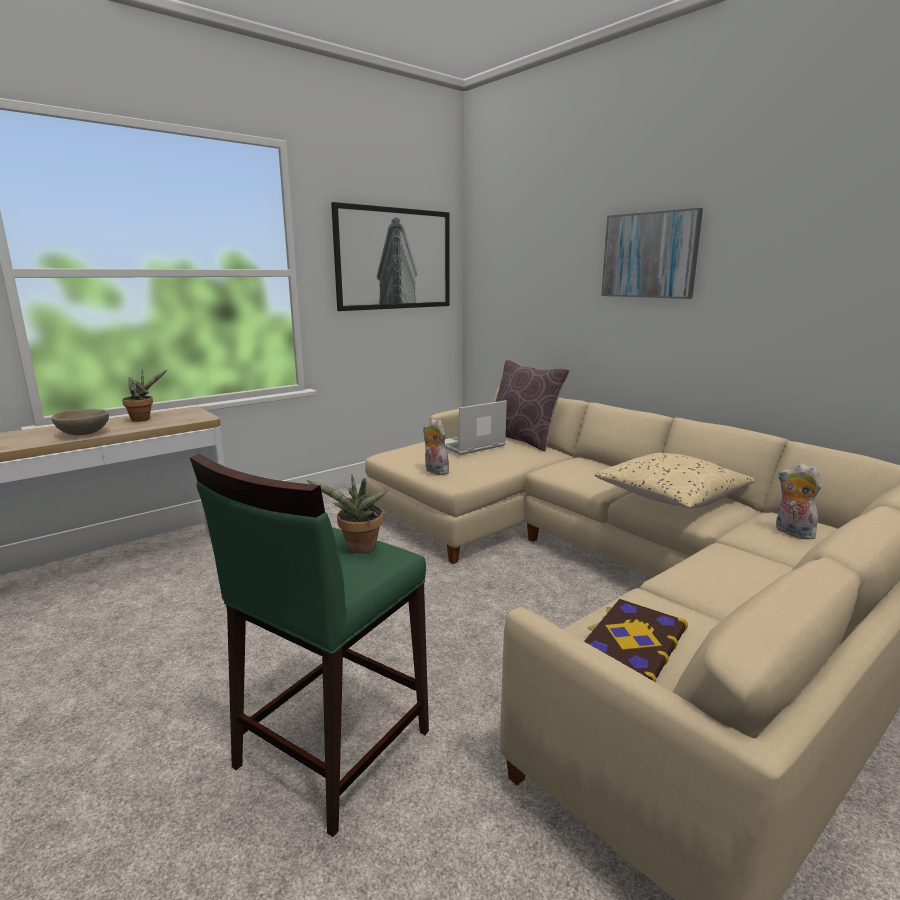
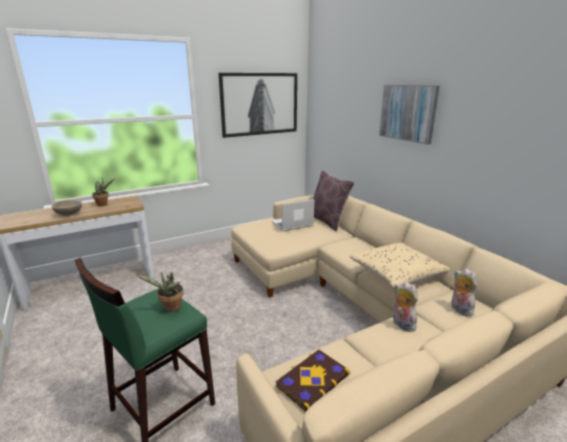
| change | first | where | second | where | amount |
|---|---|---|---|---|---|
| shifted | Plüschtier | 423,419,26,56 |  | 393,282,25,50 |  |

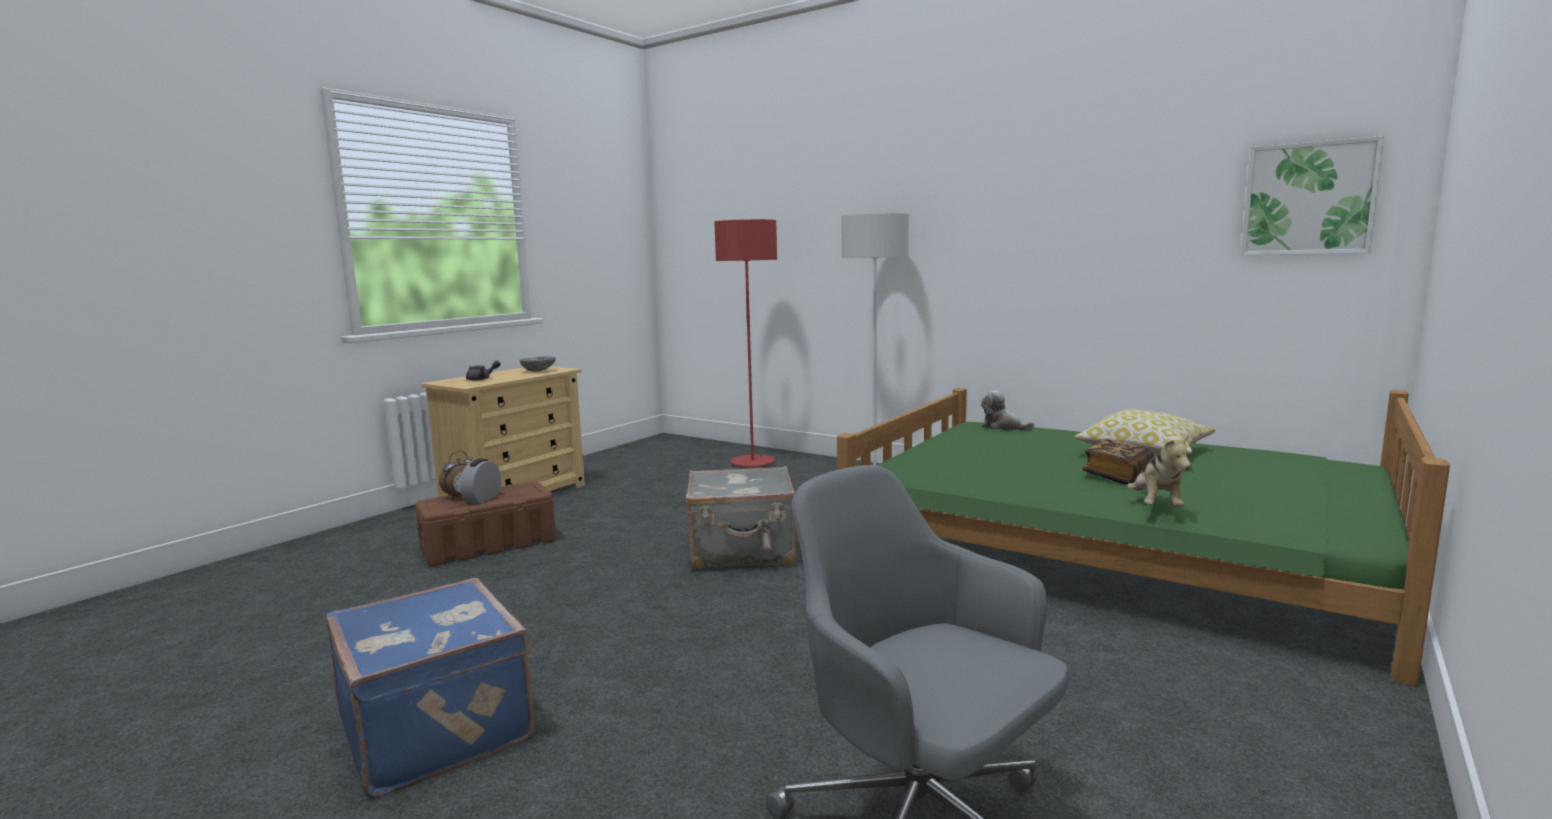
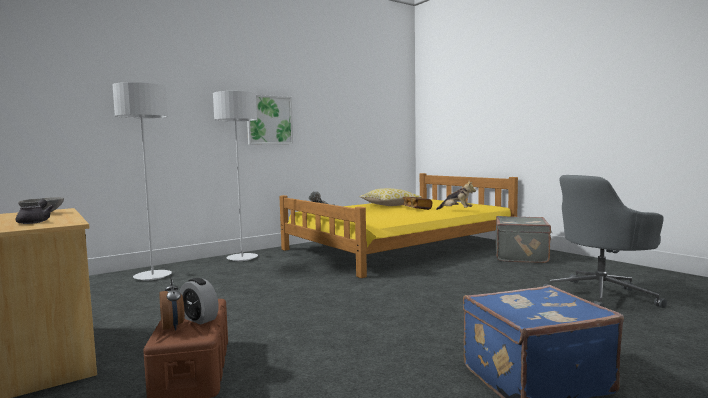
| change | first | where | second | where | amount |
|---|---|---|---|---|---|
| repainted | Stehlampe [rot] | 714,219,63,248 | Stehlampe [grau] | 112,82,60,198 |  |
| shifted | Bild | 1241,136,143,119 |  | 247,95,46,50 |  |
| repainted | Bett [grün] | 837,388,613,299 | Bett [gelb] | 279,173,239,105 |  |
| shifted | Koffer [grau] | 686,466,110,103 |  | 496,216,56,47 |  |

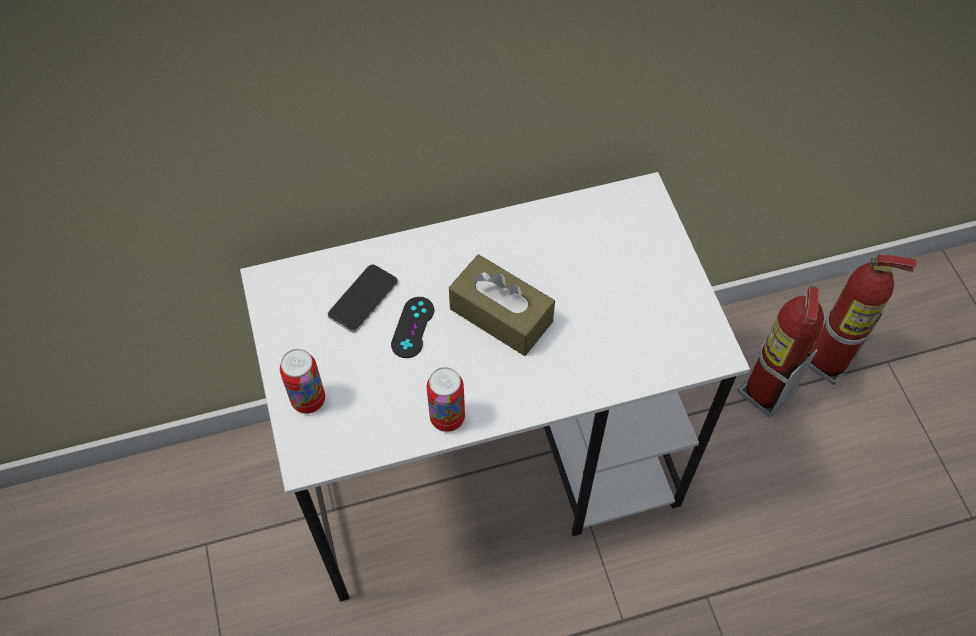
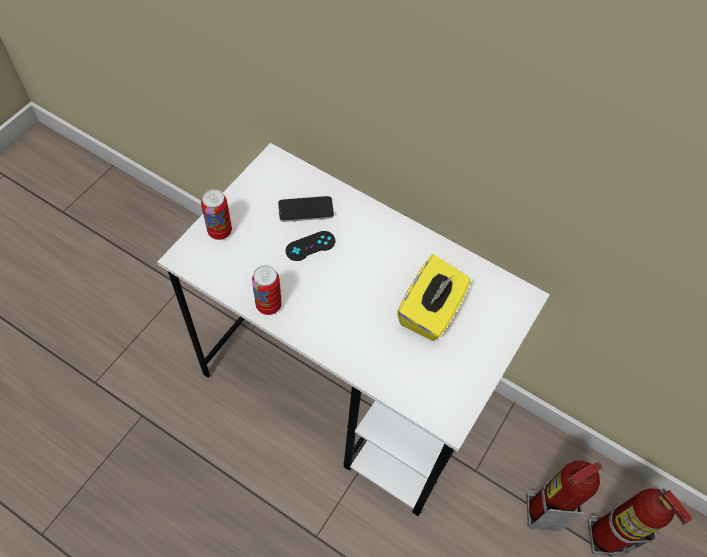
| change | first | where | second | where | amount |
|---|---|---|---|---|---|
| new |  |  | Taschentuchbox [gelb] | 397,254,74,87 |  |
| gone | Taschentuchbox [braun] | 449,254,106,102 |  |  |  |

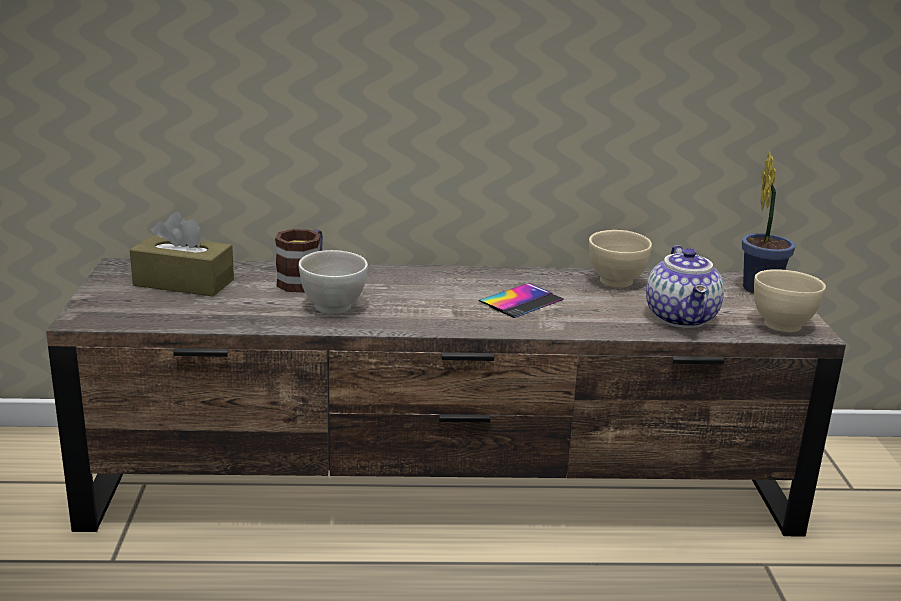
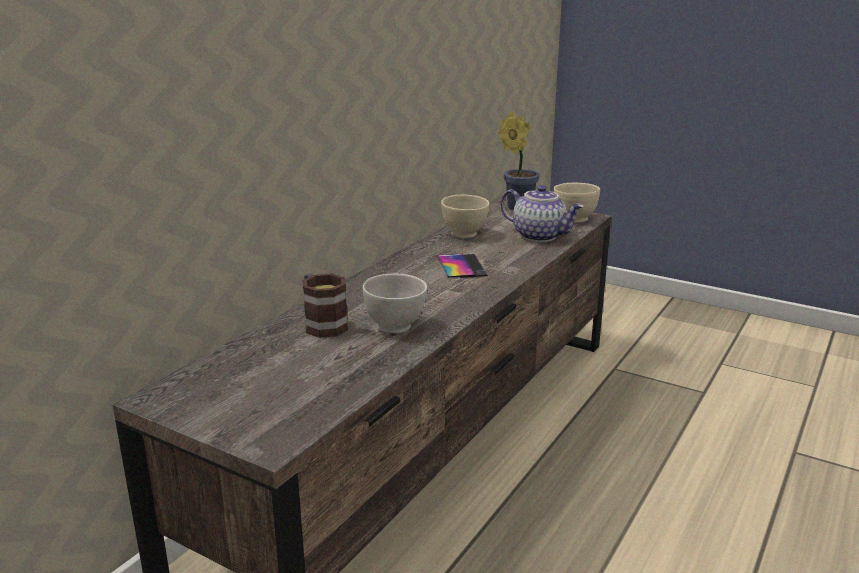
| change | first | where | second | where | amount |
|---|---|---|---|---|---|
| gone | Taschentuchbox [braun] | 130,212,104,85 |  |  |  |

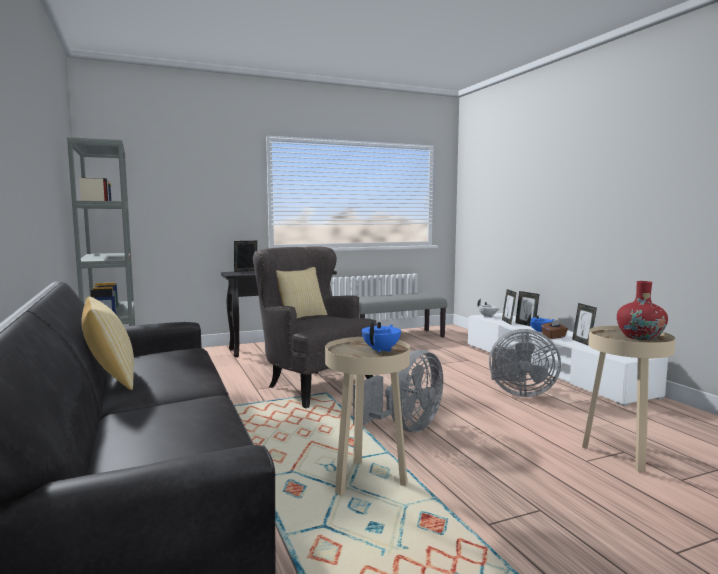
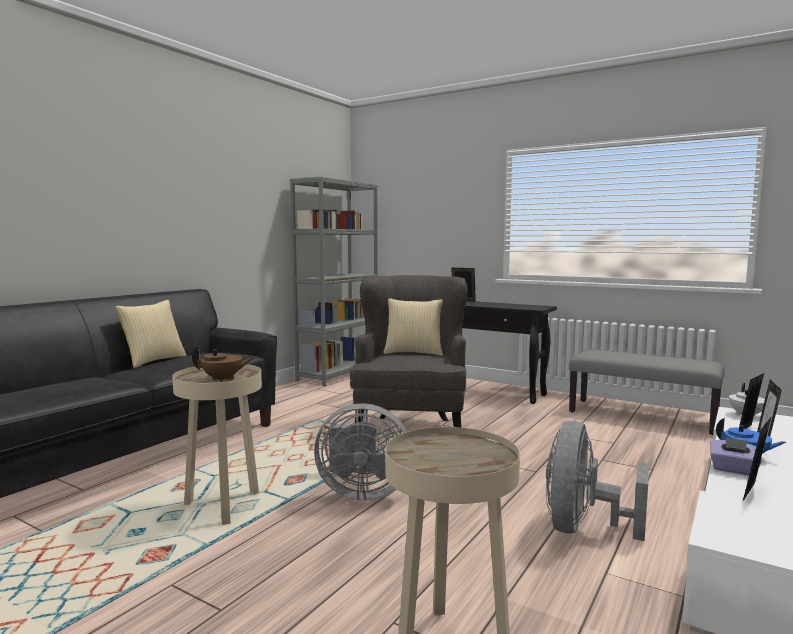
| change | first | where | second | where | amount |
|---|---|---|---|---|---|
| repainted | Teekanne [blau] | 362,320,39,33 | Teekanne [braun] | 192,345,62,37 |  |
| rotated | Ventilator [grau] | 489,329,72,68 |  | 546,421,103,120 | 45 degrees clockwise |
| repainted | Taschentuchbox [braun] | 541,320,27,19 | Taschentuchbox [lila] | 710,437,51,39 |  |
| gone | Vase [rot] | 617,281,51,59 |  |  |  |

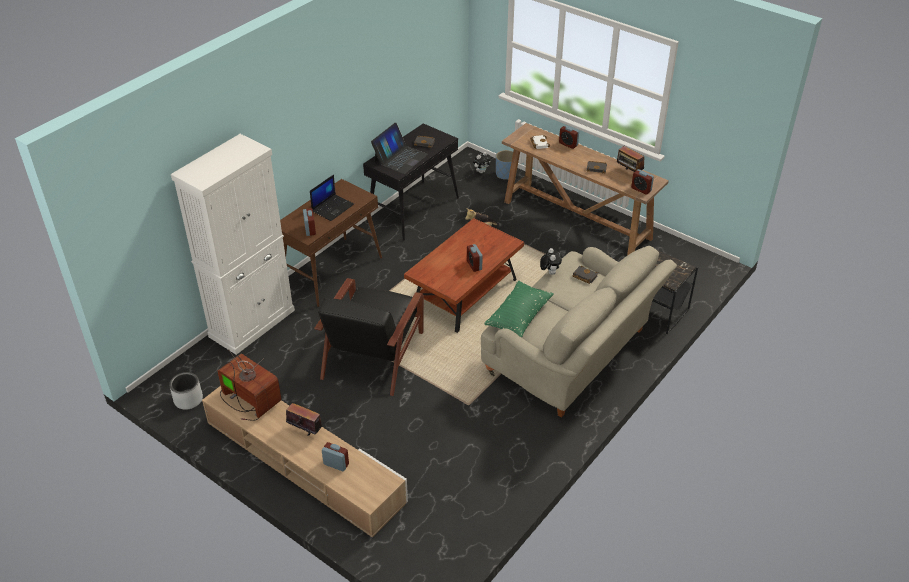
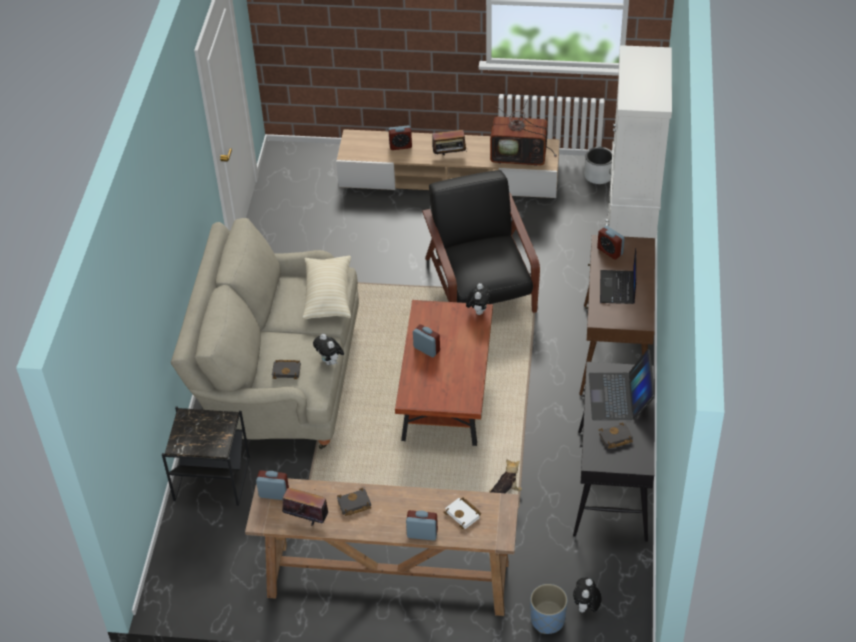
| change | first | where | second | where | amount |
|---|---|---|---|---|---|
| repainted | Kissen [grün] | 484,281,69,57 | Kissen [beige] | 302,255,49,64 |  |
| new |  |  | Plüschtier | 466,283,25,32 |  |

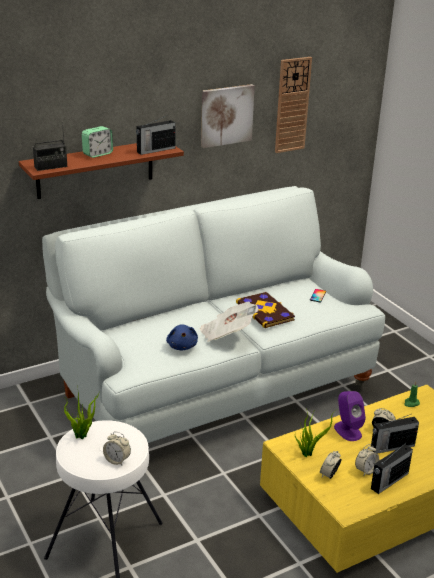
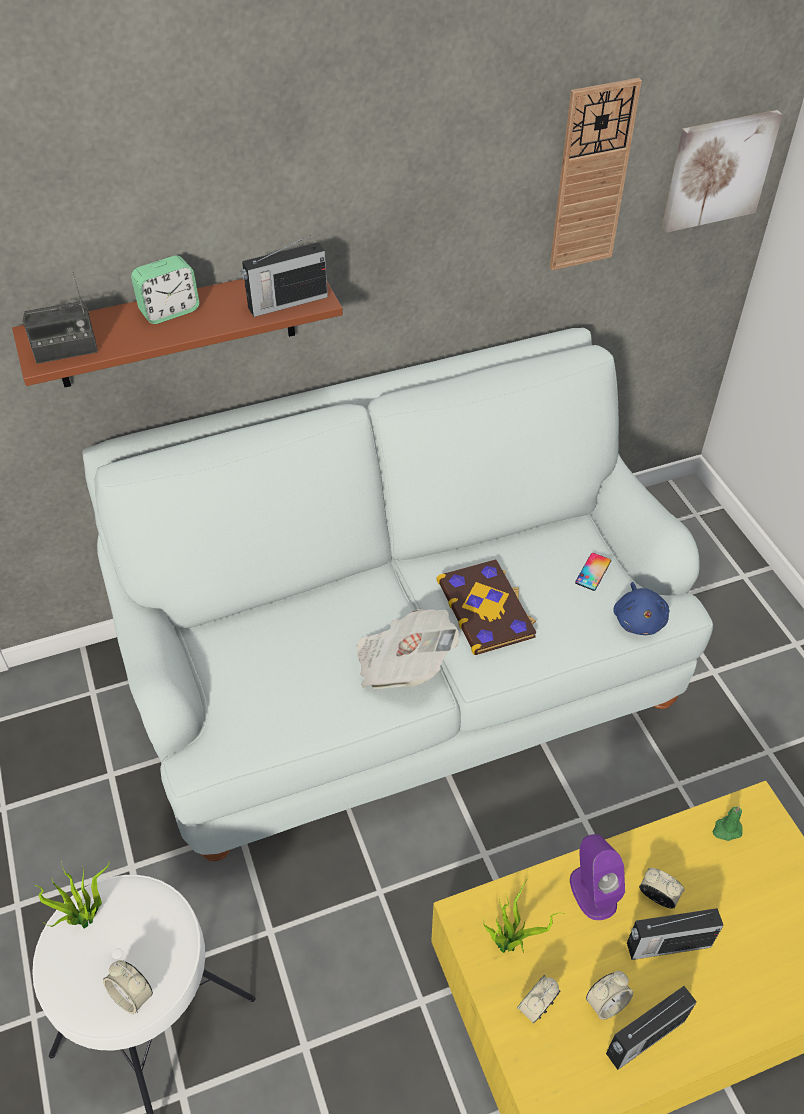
| change | first | where | second | where | amount |
|---|---|---|---|---|---|
| shifted | Plüschtier [blau] | 166,324,32,26 |  | 613,582,57,53 |  |
| shifted | Bild | 201,84,54,64 |  | 662,110,121,123 |  |

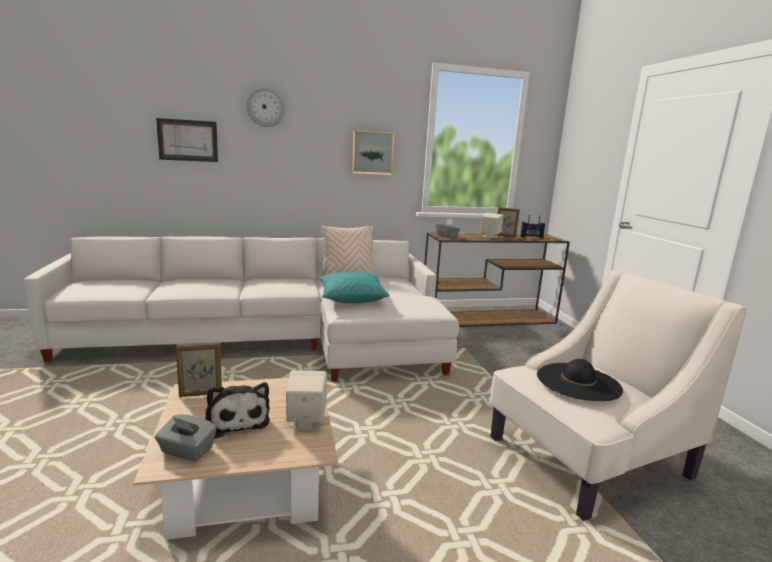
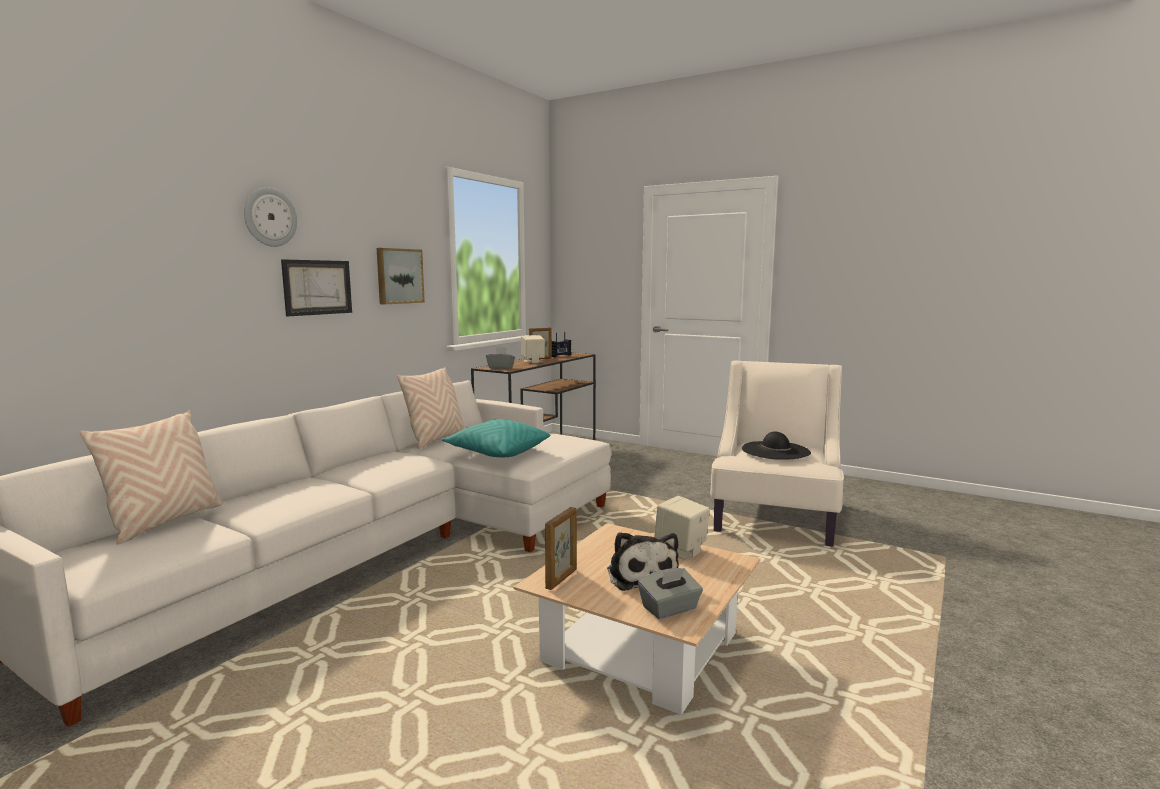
| change | first | where | second | where | amount |
|---|---|---|---|---|---|
| new |  |  | Kissen [beige] | 80,411,143,134 |  |
| shifted | Bild | 156,118,62,44 |  | 281,259,71,57 |  |
| rotated | Plüschtier | 205,382,65,57 |  | 607,532,72,59 | 60 degrees clockwise |

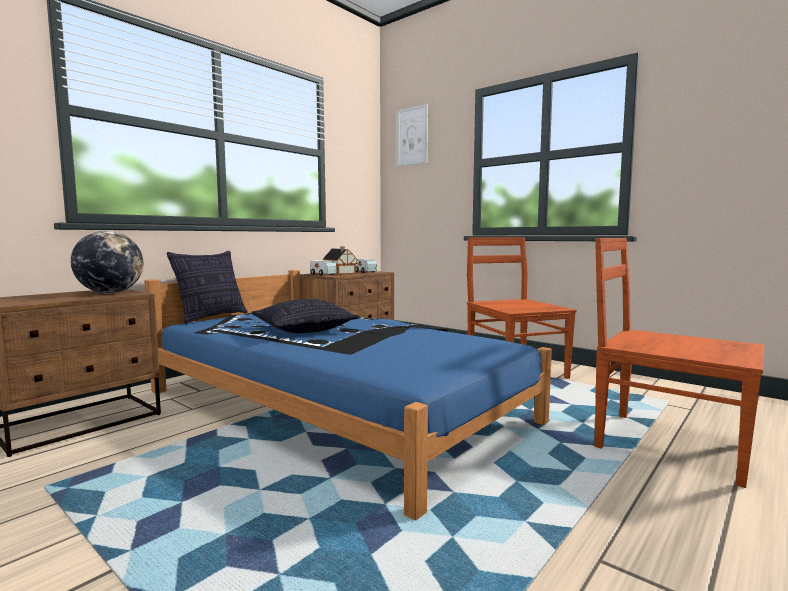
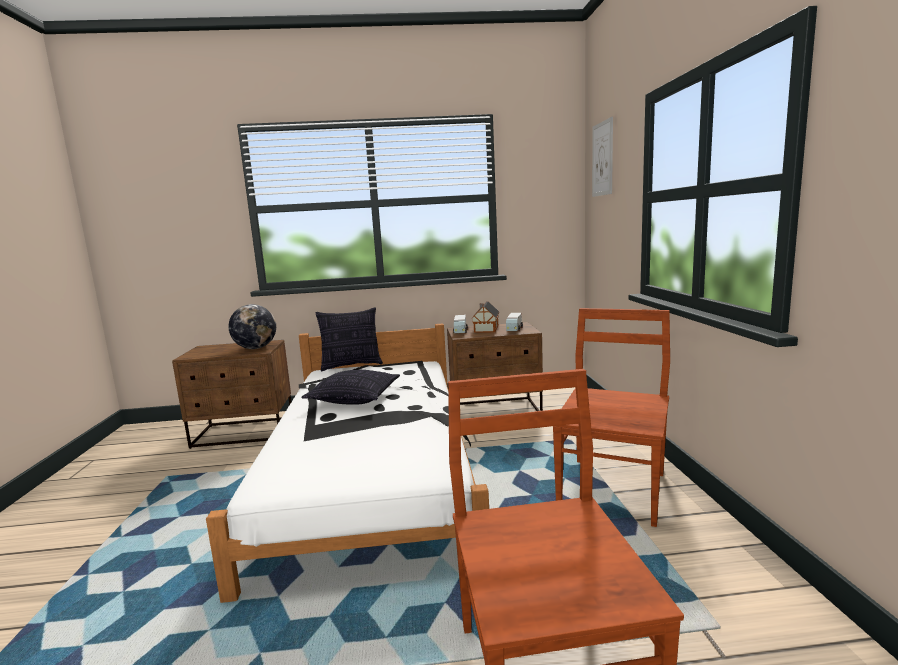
| change | first | where | second | where | amount |
|---|---|---|---|---|---|
| repainted | Bett [blau] | 144,270,408,250 | Bett [weiß] | 206,323,283,280 |  |

